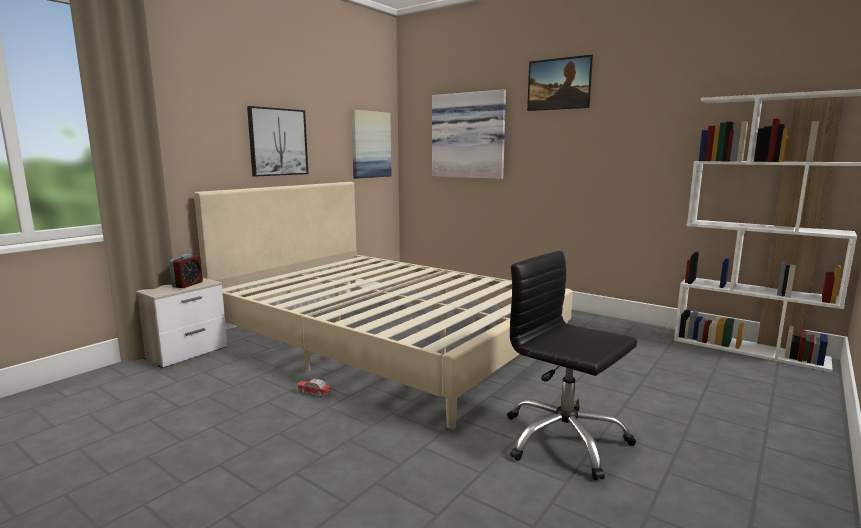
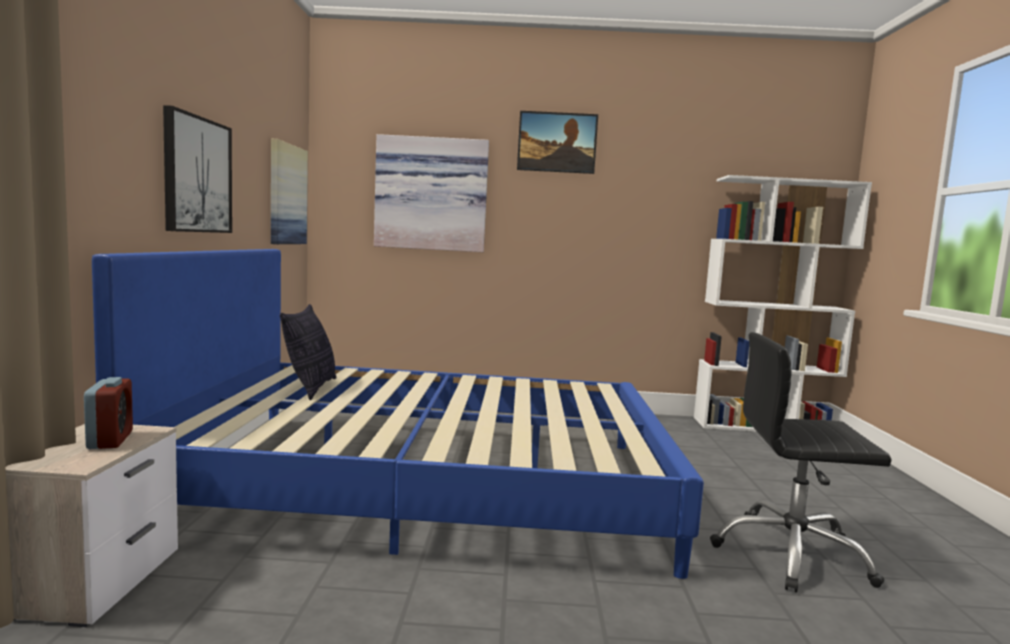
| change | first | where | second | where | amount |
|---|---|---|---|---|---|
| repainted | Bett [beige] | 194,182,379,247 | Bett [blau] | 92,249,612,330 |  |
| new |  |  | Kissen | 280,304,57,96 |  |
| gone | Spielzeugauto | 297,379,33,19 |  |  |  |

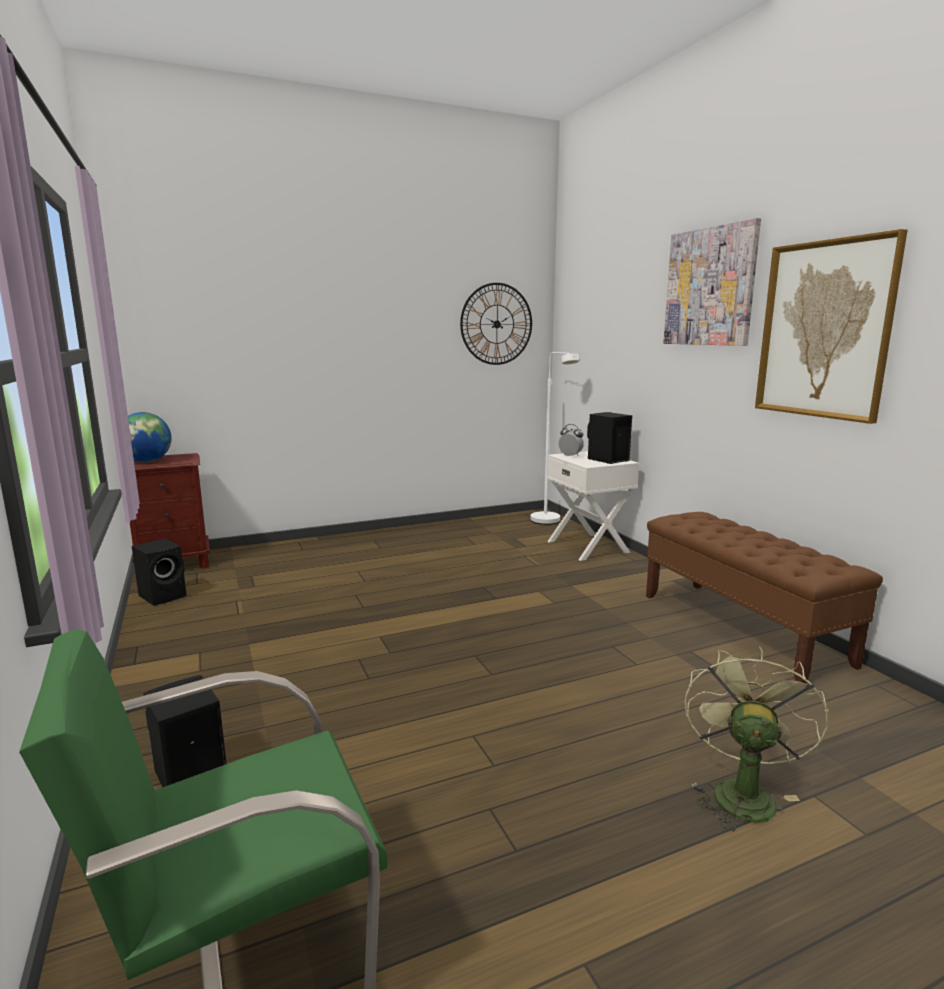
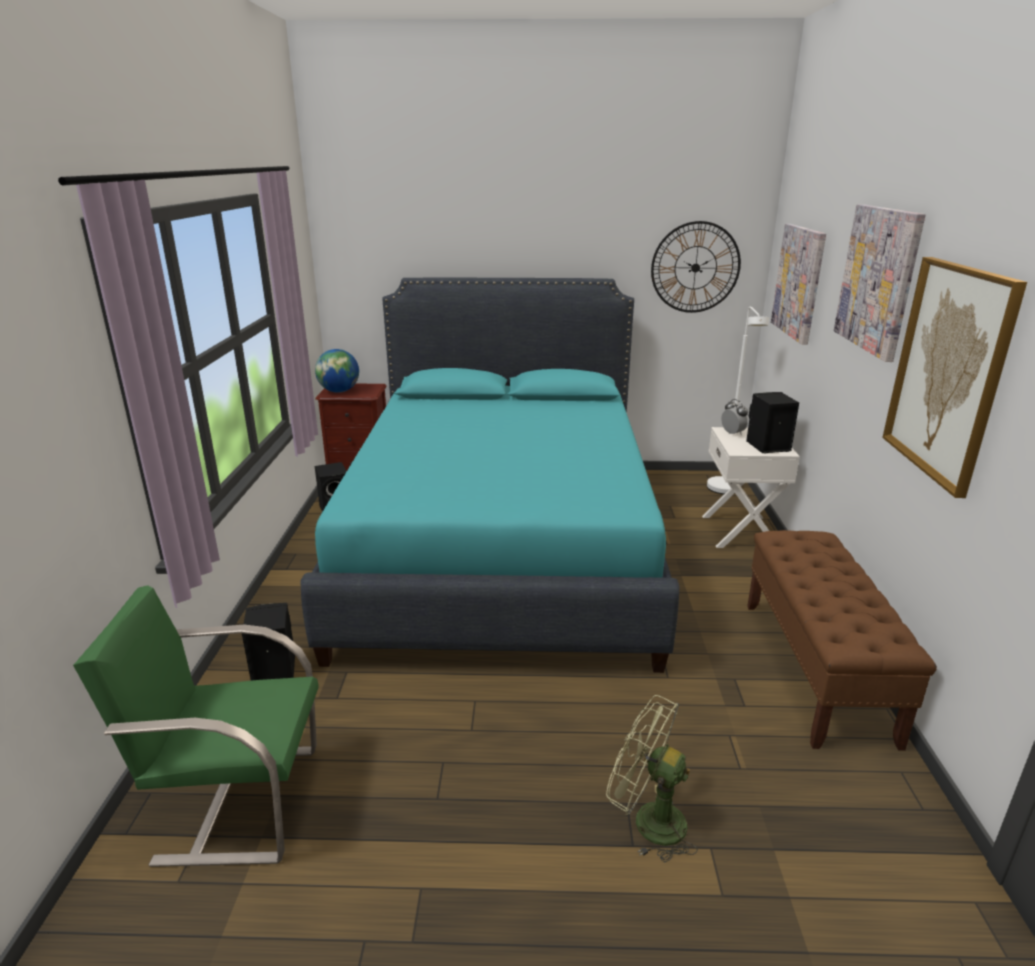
| change | first | where | second | where | amount |
|---|---|---|---|---|---|
| new |  |  | Bett [türkis] | 300,277,379,396 |  |
| rotated | Ventilator [grün] | 685,646,143,185 |  | 606,695,92,167 | 105 degrees counterclockwise |
| new |  |  | Bild | 771,224,55,121 |  |

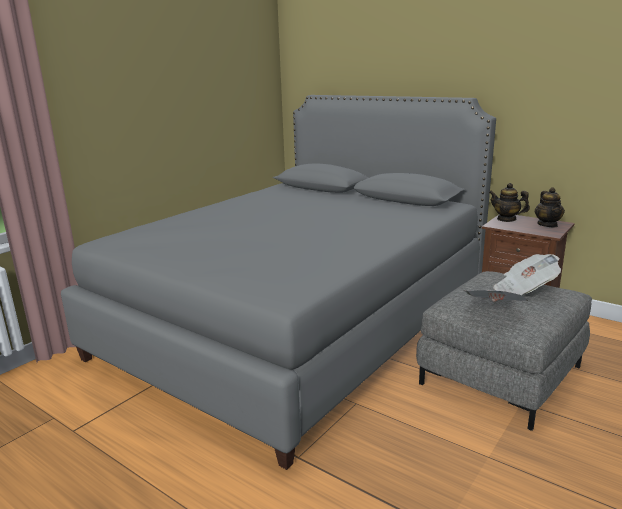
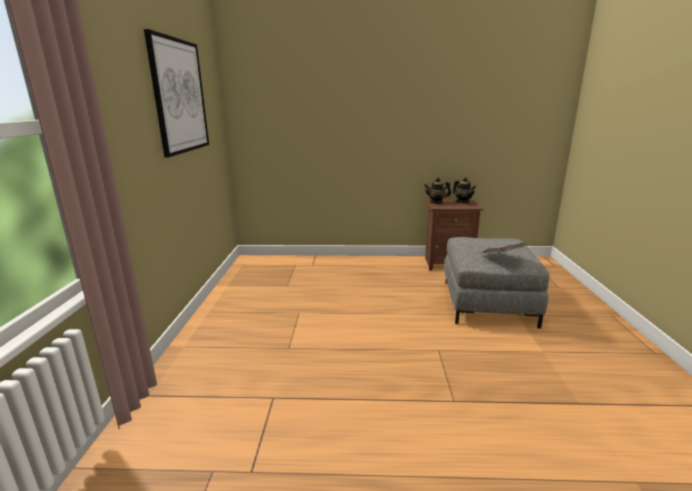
| change | first | where | second | where | amount |
|---|---|---|---|---|---|
| new |  |  | Bild | 144,29,65,128 |  |
| gone | Bett [grau] | 61,95,435,375 |  |  |  |
| gone | Zeitung | 493,254,68,41 |  |  |  |

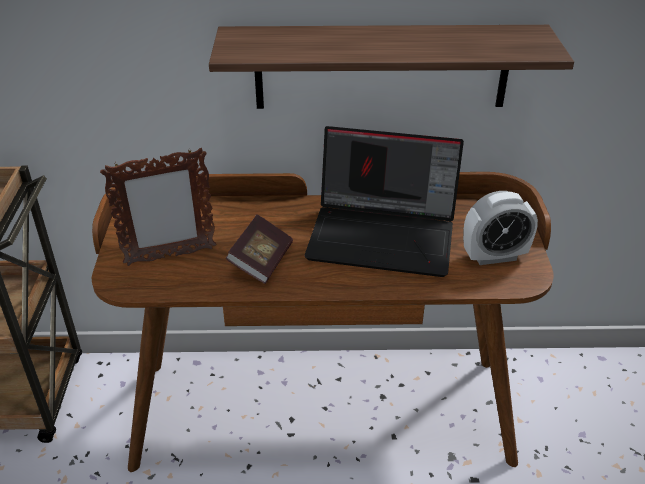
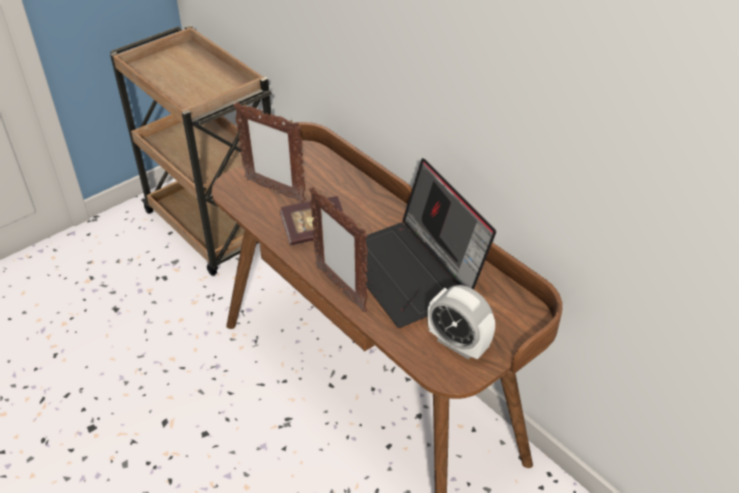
| change | first | where | second | where | amount |
|---|---|---|---|---|---|
| new |  |  | Bilderrahmen | 309,187,59,125 |  |
| gone | Wandregal | 209,25,365,84 |  |  |  |

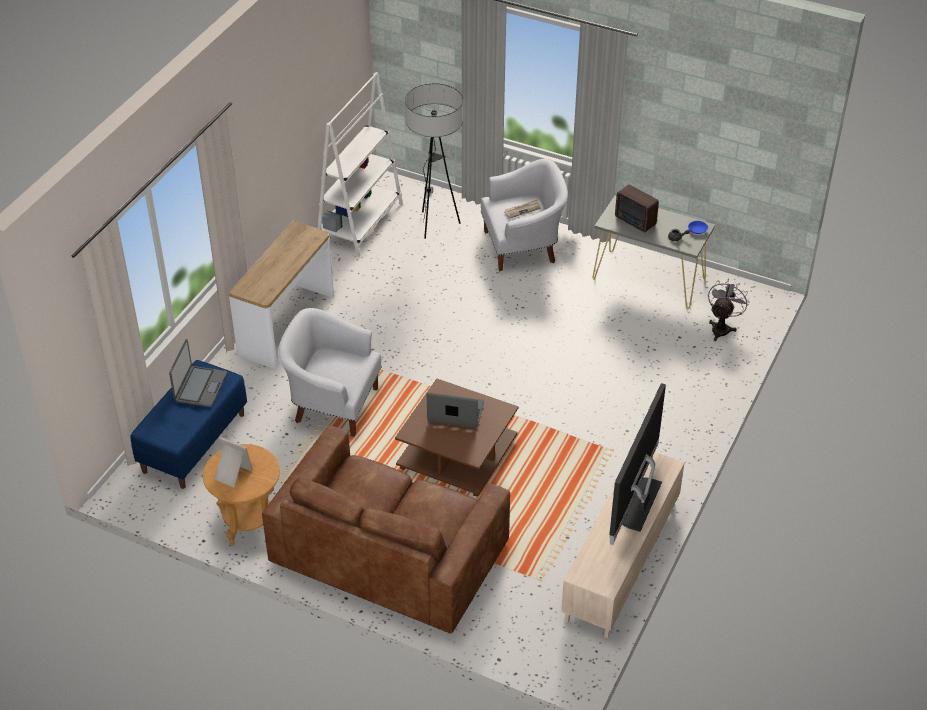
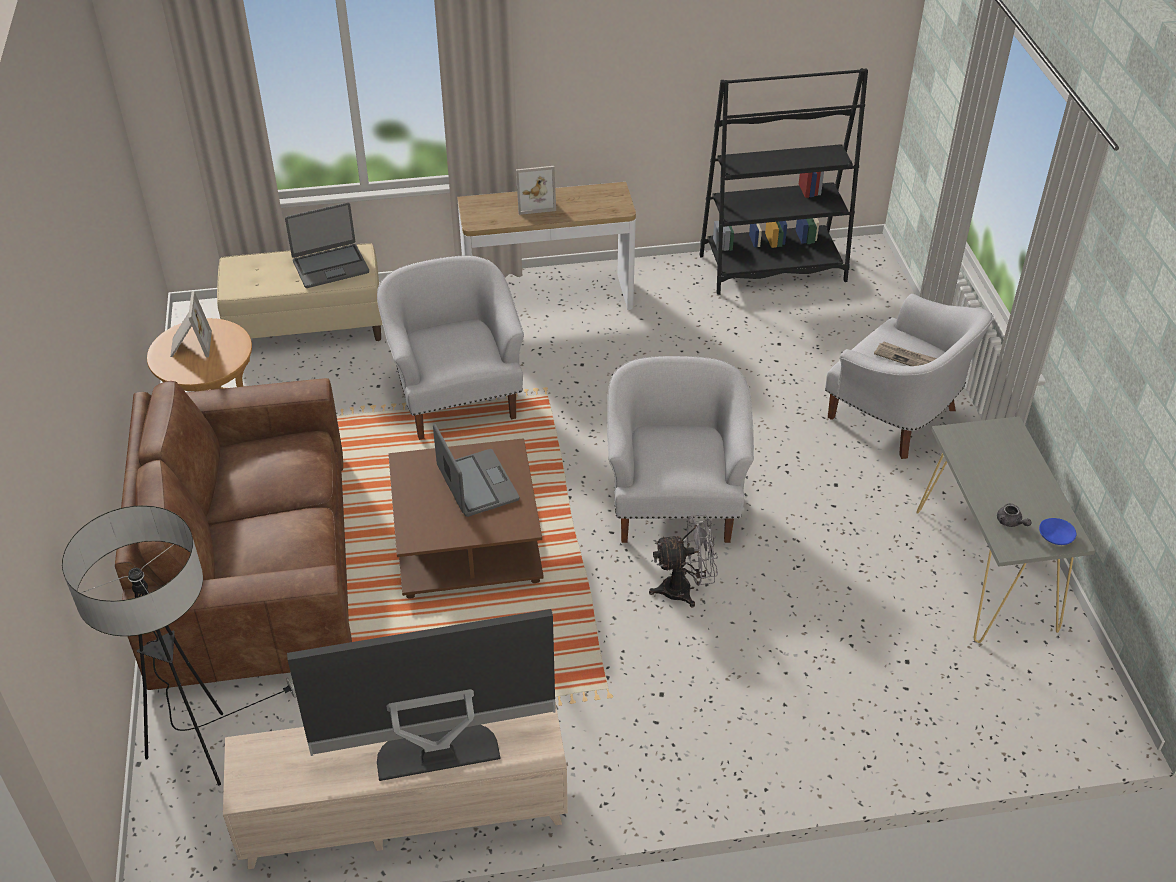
| change | first | where | second | where | amount |
|---|---|---|---|---|---|
| shifted | Stehlampe | 405,83,58,156 |  | 62,505,234,280 |  |
| repainted | Bank [blau] | 130,360,117,129 | Bank [beige] | 217,243,165,98 |  |
| new |  |  | Bilderrahmen | 516,166,40,49 |  |
| new |  |  | Sessel [weiß] | 607,356,147,187 |  |
| shifted | Ventilator [grau] | 708,279,41,62 |  | 649,515,69,93 |  |
| repainted | Bücherregal [weiß] | 318,72,85,185 | Bücherregal [schwarz] | 700,68,168,227 |  |
| gone | Radio | 615,184,44,48 |  |  |  |

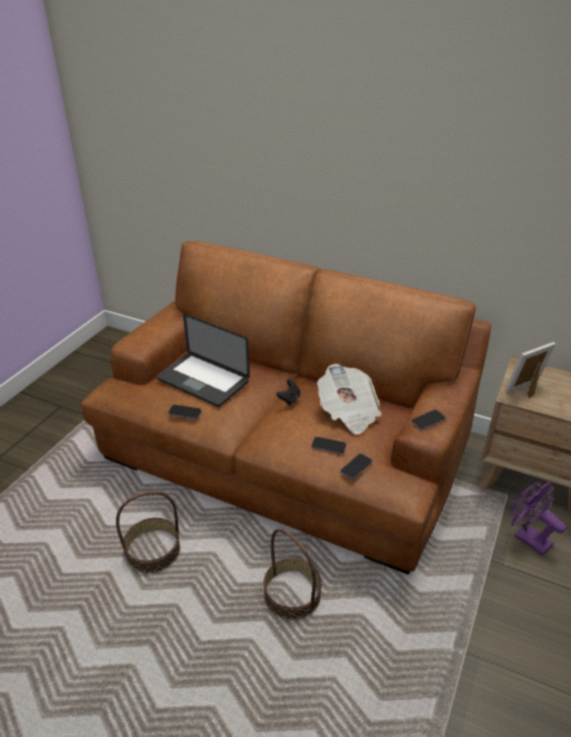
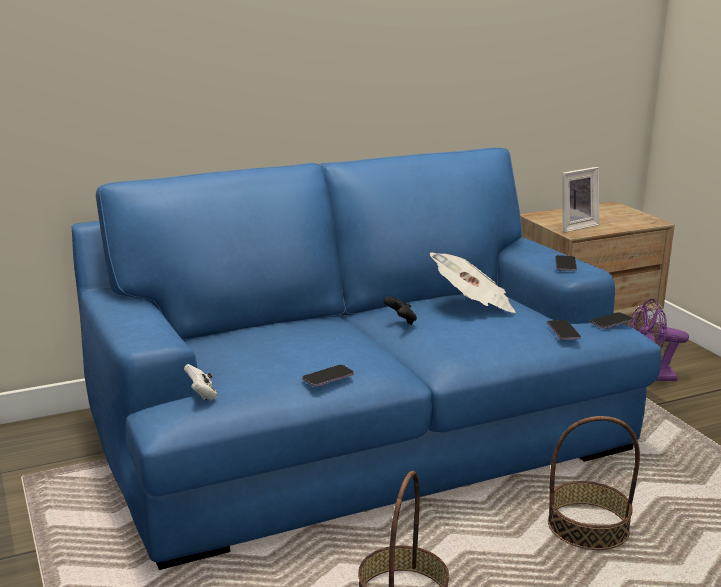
| change | first | where | second | where | amount |
|---|---|---|---|---|---|
| repainted | Sofa [braun] | 81,241,410,334 | Sofa [blau] | 72,148,589,422 |  |
| new |  |  | Gamepad [weiß] | 184,364,33,36 |  |
| rotated | Bilderrahmen | 505,342,51,57 |  | 561,167,38,66 | 135 degrees counterclockwise |
| shifted | Handy | 312,437,34,17 |  | 590,312,43,17 |  |
| gone | Laptop | 157,314,93,93 |  |  |  |

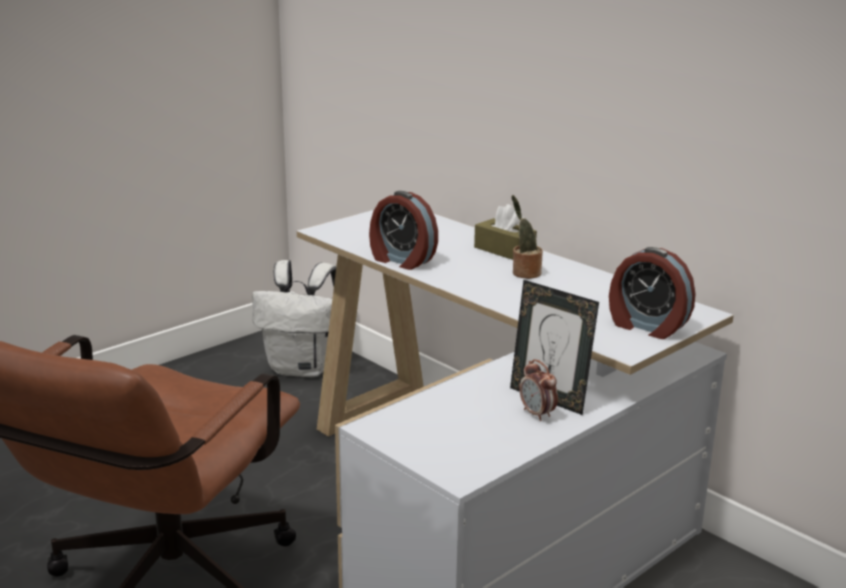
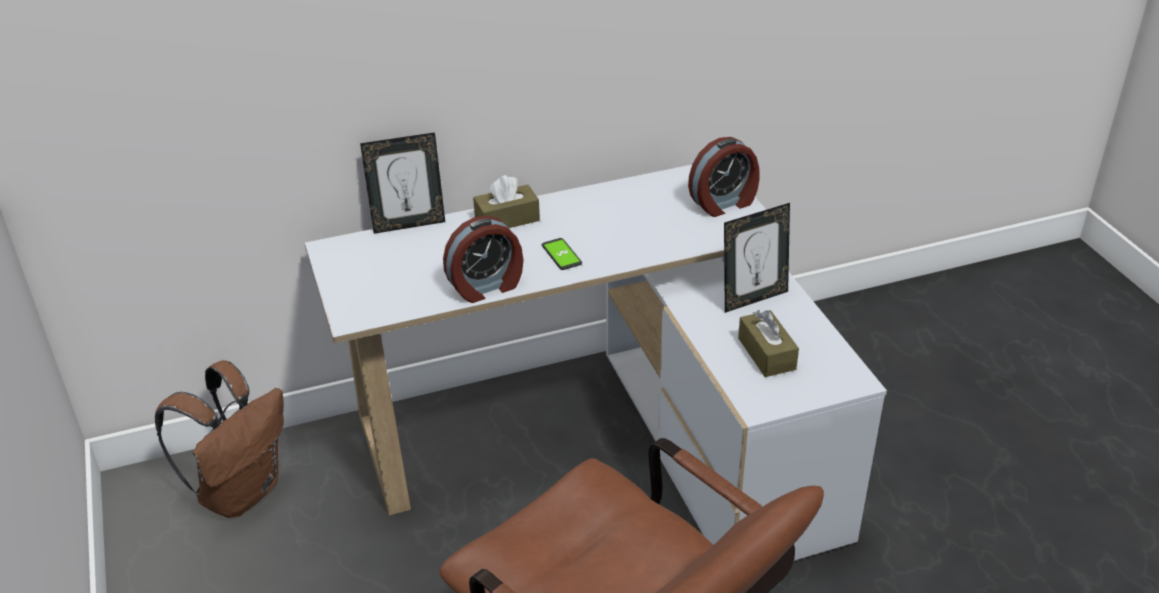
| change | first | where | second | where | amount |
|---|---|---|---|---|---|
| repainted | Rucksack [weiß] | 252,260,84,117 | Rucksack [braun] | 155,360,129,158 |  |
| new |  |  | Bilderrahmen | 360,132,85,102 |  |
| new |  |  | Handy | 542,238,40,32 |  |
| new |  |  | Taschentuchbox [braun] | 738,310,61,67 |  |
| gone | Topfpflanze | 511,195,32,84 |  |  |  |
| gone | Wecker | 519,359,39,62 |  |  |  |

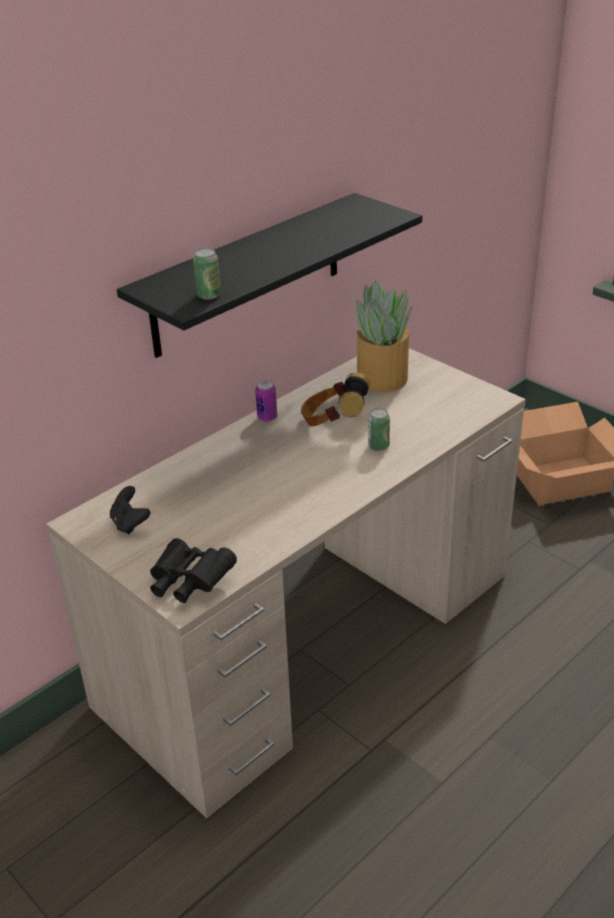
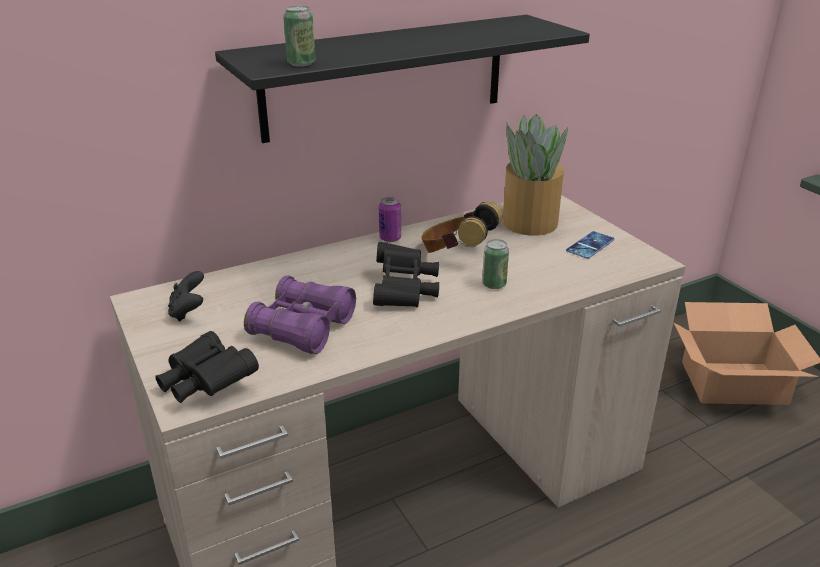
| change | first | where | second | where | amount |
|---|---|---|---|---|---|
| new |  |  | Fernglas [lila] | 244,275,112,79 |  |
| new |  |  | Fernglas [schwarz] | 373,242,66,65 |  |
| new |  |  | Handy | 566,231,49,28 |  |

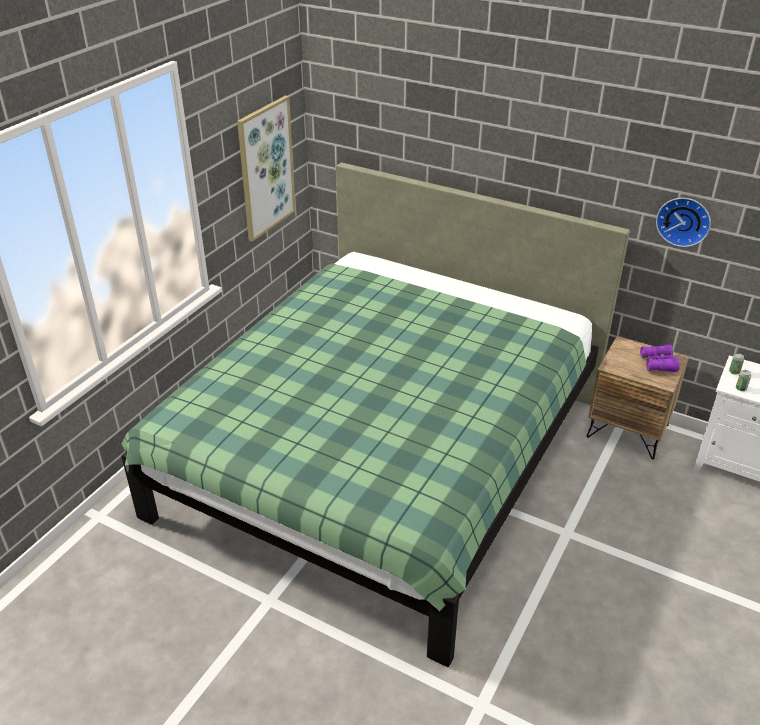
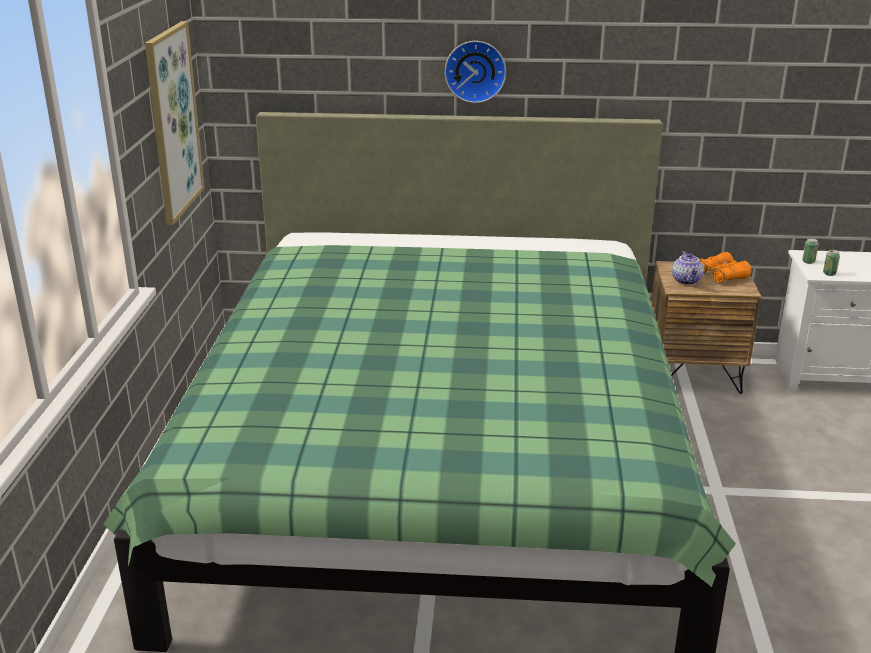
| change | first | where | second | where | amount |
|---|---|---|---|---|---|
| shifted | Wanduhr | 656,198,55,49 |  | 444,41,62,62 |  |
| new |  |  | Teekanne | 672,251,32,34 |  |
| repainted | Fernglas [lila] | 640,345,40,27 | Fernglas [orange] | 699,252,52,31 |  |

